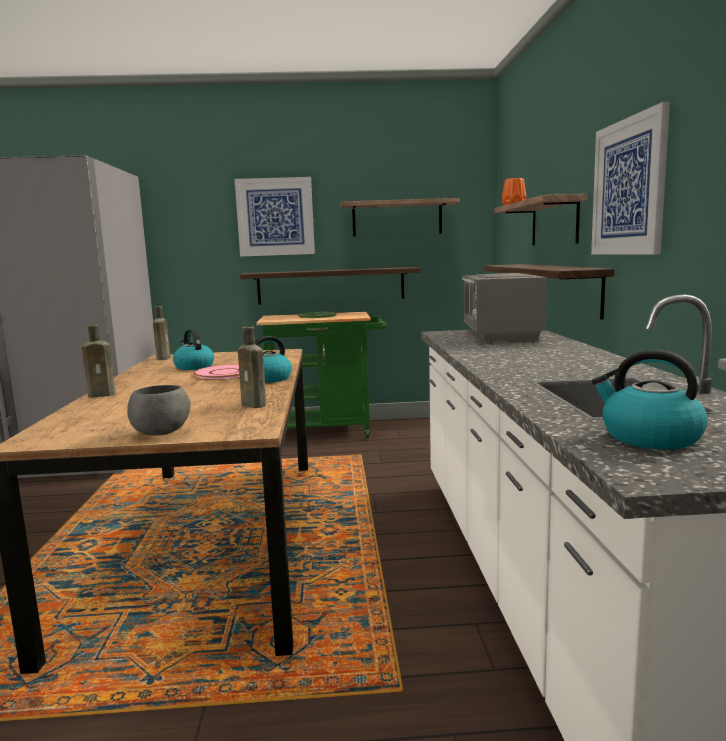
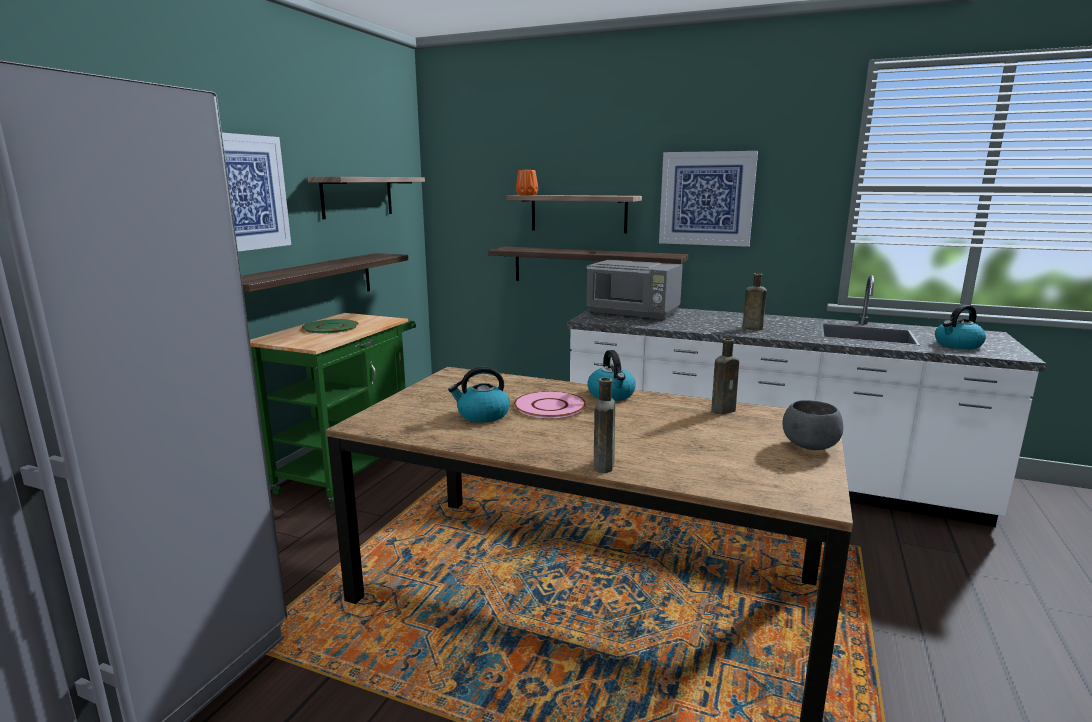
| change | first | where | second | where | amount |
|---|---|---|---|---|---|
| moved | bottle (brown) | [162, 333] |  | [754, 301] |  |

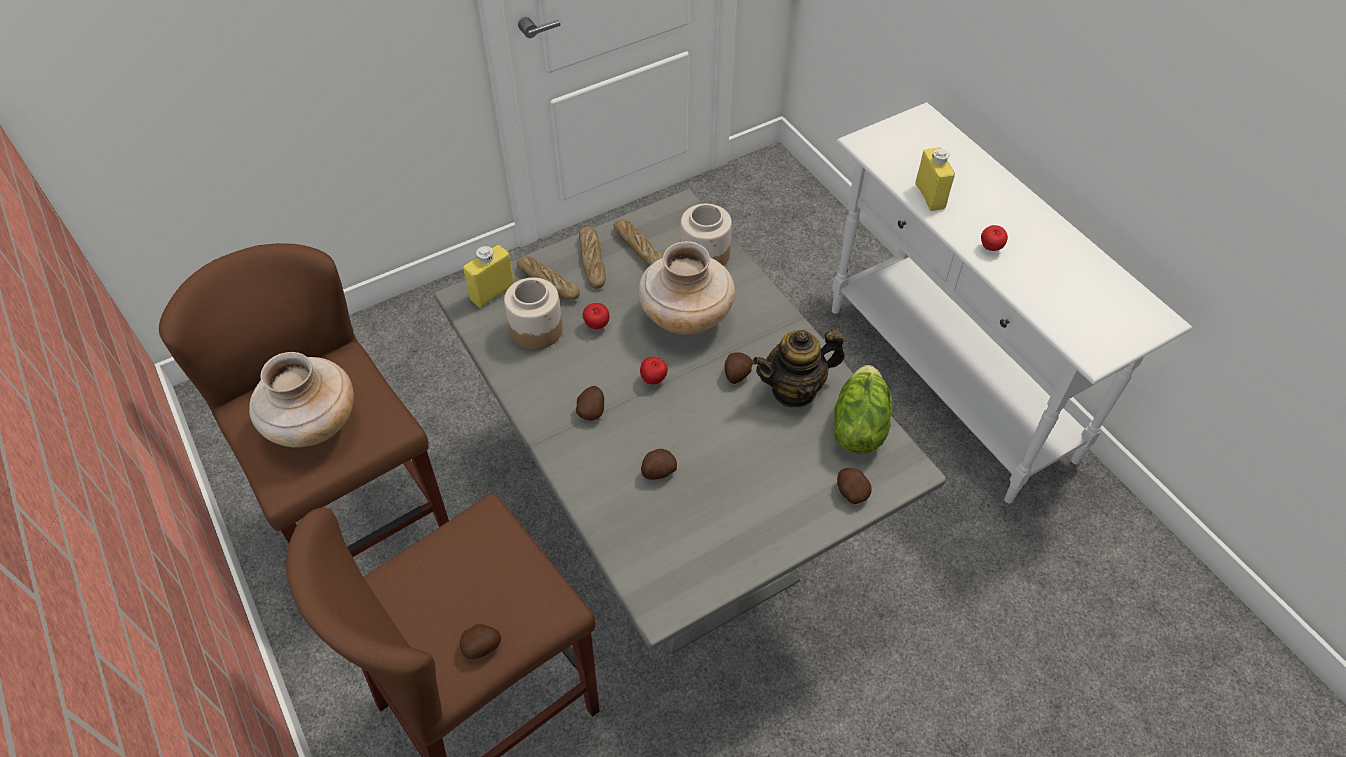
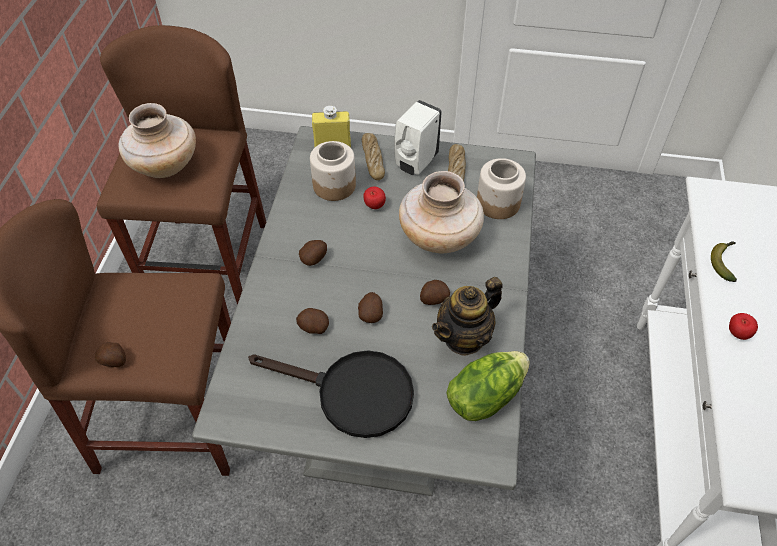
| change | first | where | second | where | amount |
|---|---|---|---|---|---|
| replaced | bread | [592, 257] | soap dispenser (white) | [418, 137] |  |
| removed | apple | [654, 371] |  |  |  |
| turned | teapot | [798, 368] |  | [467, 316] | 60 degrees counterclockwise |
| moved | potato | [854, 486] |  | [370, 307] |  |
| replaced | bottle (yellow) | [935, 179] | banana | [724, 261] |  |
| added |  |  | frying pan (black) | [331, 394] |  |

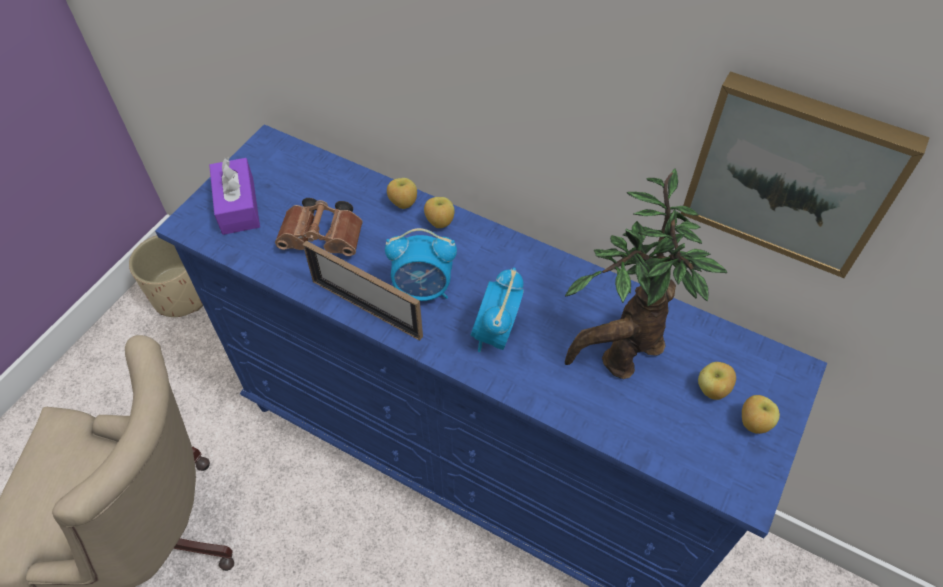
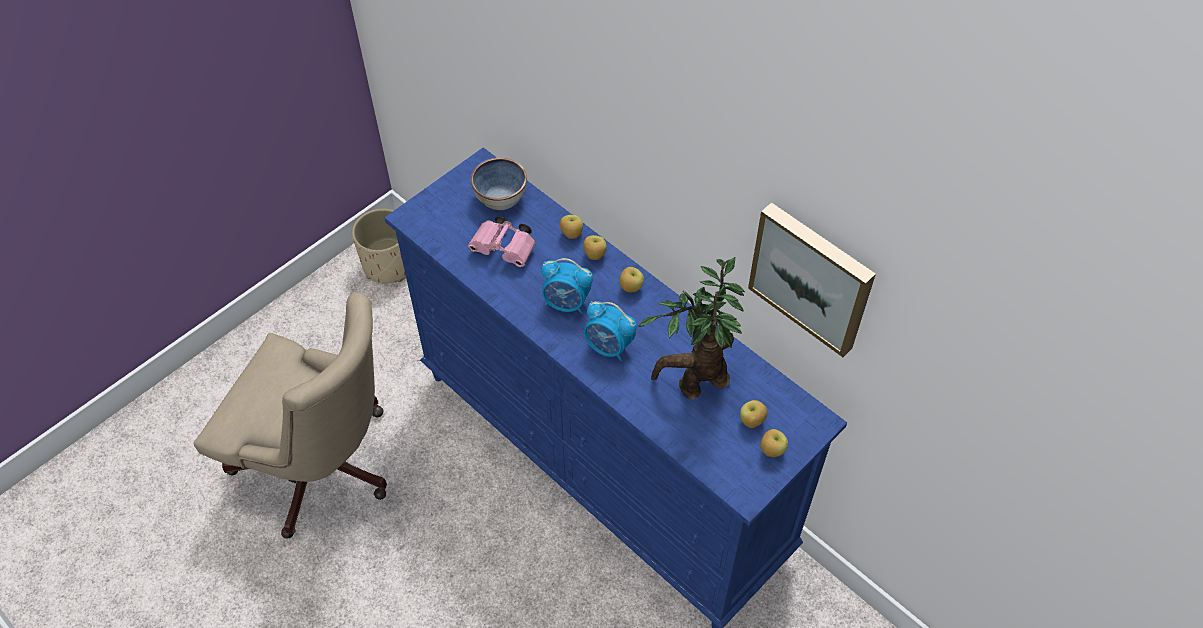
| change | first | where | second | where | amount |
|---|---|---|---|---|---|
| removed | tissue box (purple) | [234, 196] |  |  |  |
| recoloured | binoculars (brown) | [319, 227] | binoculars (pink) | [502, 241] |  |
| removed | picture frame | [363, 291] |  |  |  |
| turned | alarm clock | [497, 310] |  | [610, 331] | 90 degrees counterclockwise |
| added |  |  | bowl | [499, 184] |  |
| added |  |  | apple | [631, 280] |  |

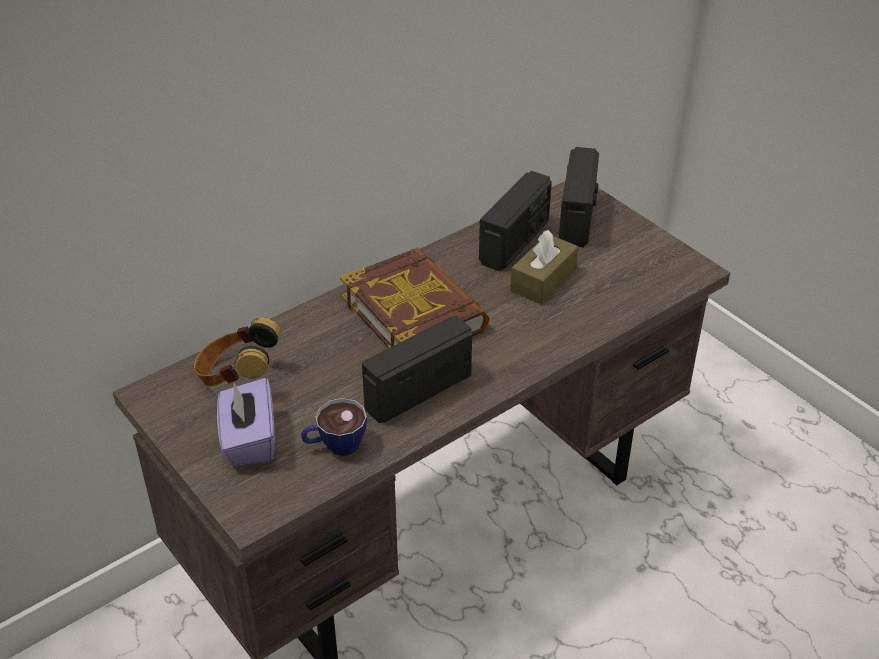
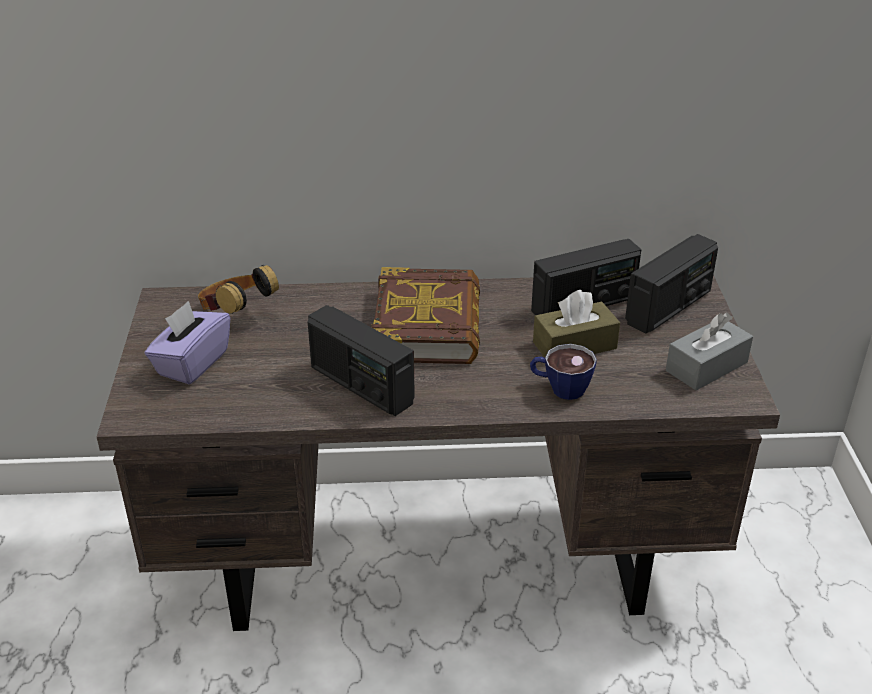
| change | first | where | second | where | amount |
|---|---|---|---|---|---|
| moved | cup | [334, 427] |  | [563, 372] |  |
| turned | radio | [417, 369] |  | [361, 360] | 135 degrees counterclockwise |
| added |  |  | tissue box (grey) | [709, 351] |  |

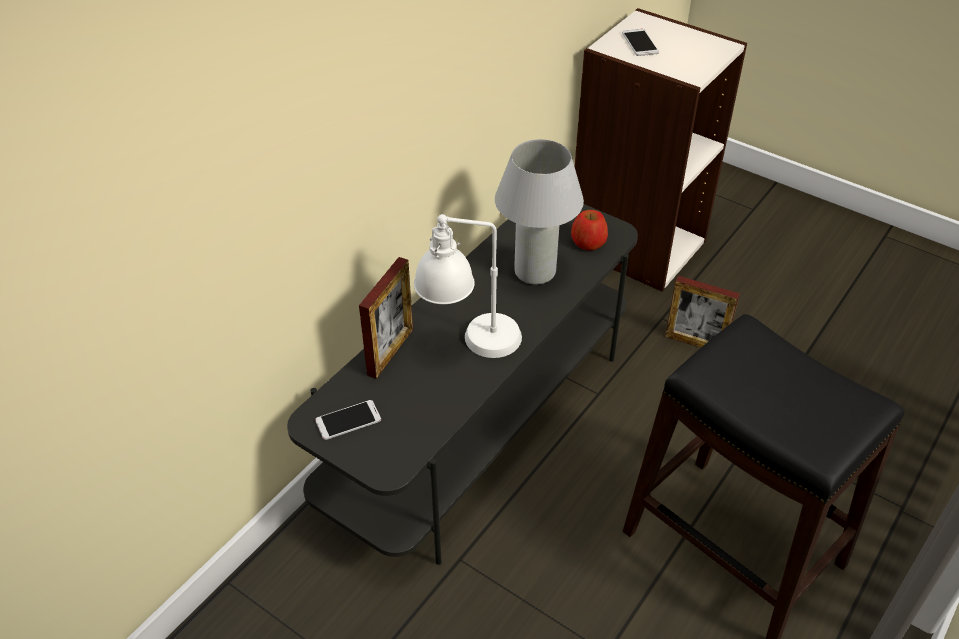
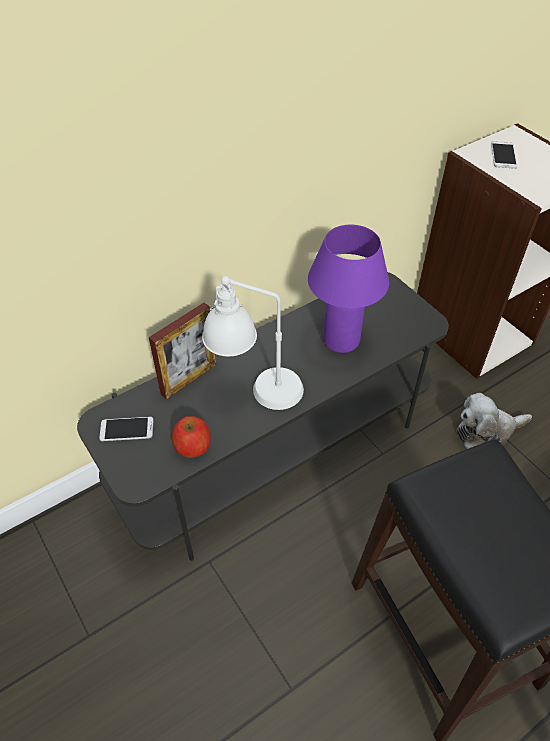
| change | first | where | second | where | amount |
|---|---|---|---|---|---|
| recoloured | table lamp (white) | [539, 212] | table lamp (purple) | [348, 289] |  |
| moved | apple | [589, 230] |  | [191, 437] |  |
| replaced | picture frame | [702, 312] | plush toy | [494, 421] |  |

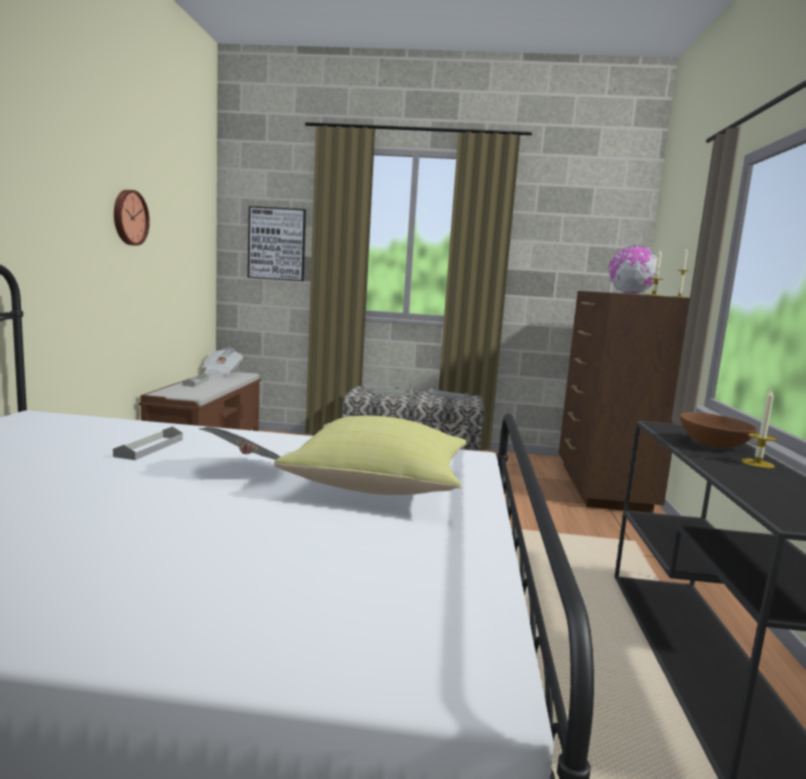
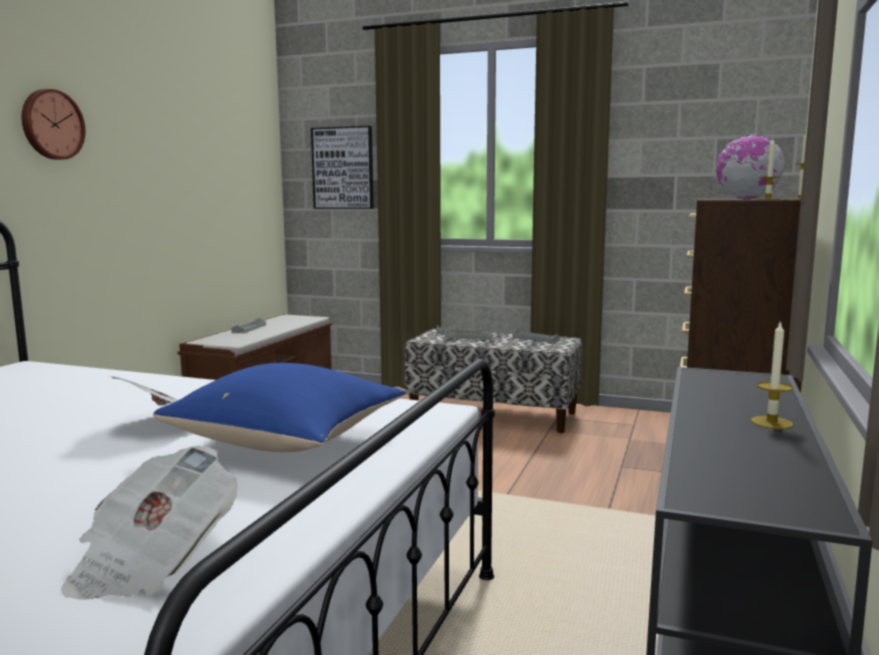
| change | first | where | second | where | amount |
|---|---|---|---|---|---|
| removed | tray (grey) | [148, 443] |  |  |  |
| moved | wall clock | [132, 218] |  | [54, 124] |  |
| moved | newspaper | [223, 362] |  | [149, 523] |  |
| recoloured | pillow (yellow) | [370, 455] | pillow (blue) | [279, 407] |  |
| removed | bowl (brown) | [718, 430] |  |  |  |

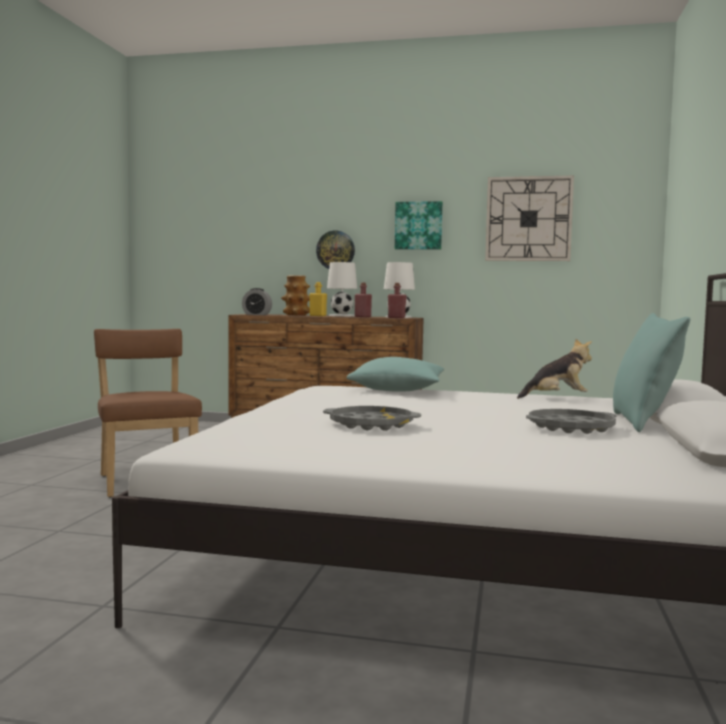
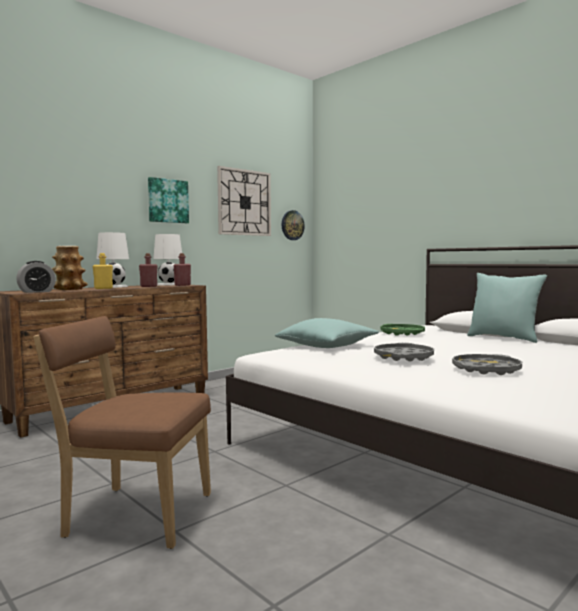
| change | first | where | second | where | amount |
|---|---|---|---|---|---|
| moved | wall clock | [335, 250] |  | [293, 225] |  |
| replaced | plush toy | [554, 369] | tray (green) | [403, 330] |  |
| moved | tray (grey) | [571, 421] |  | [404, 352] |  |

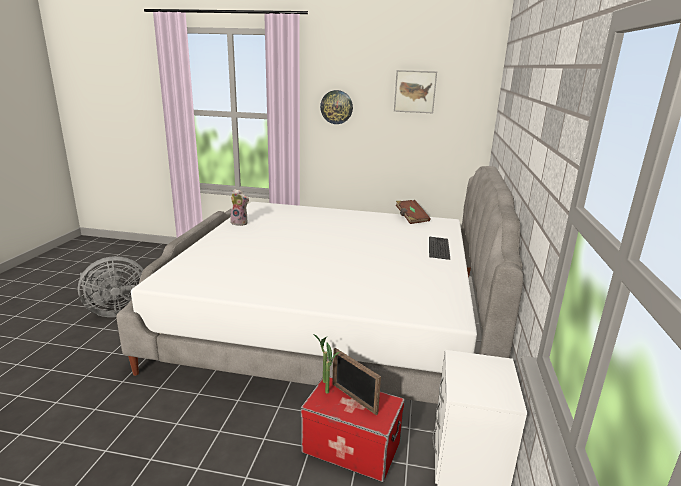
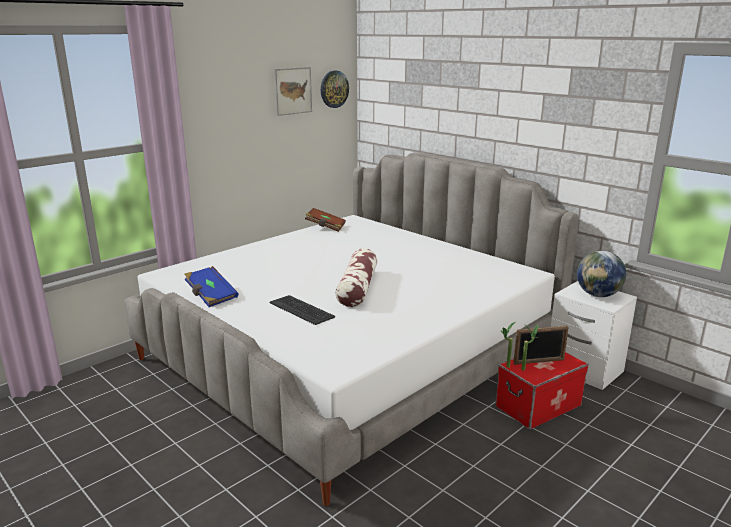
| change | first | where | second | where | amount |
|---|---|---|---|---|---|
| removed | fan (grey) | [111, 286] |  |  |  |
| replaced | plush toy | [239, 207] | book (blue) | [211, 286] |  |
| moved | wall clock | [336, 107] |  | [335, 89] |  |
| moved | keyboard | [439, 248] |  | [302, 310] |  |
| added |  |  | pillow | [356, 277] |  |
| added |  |  | globe | [601, 274] |  |

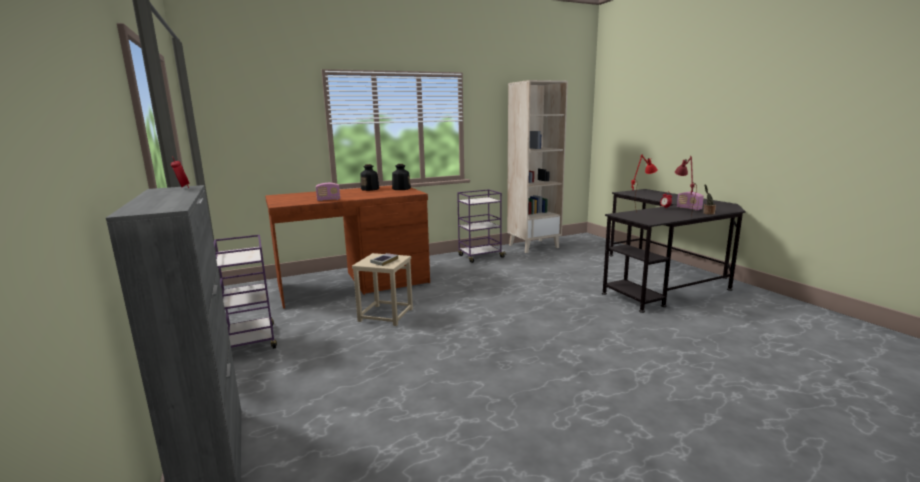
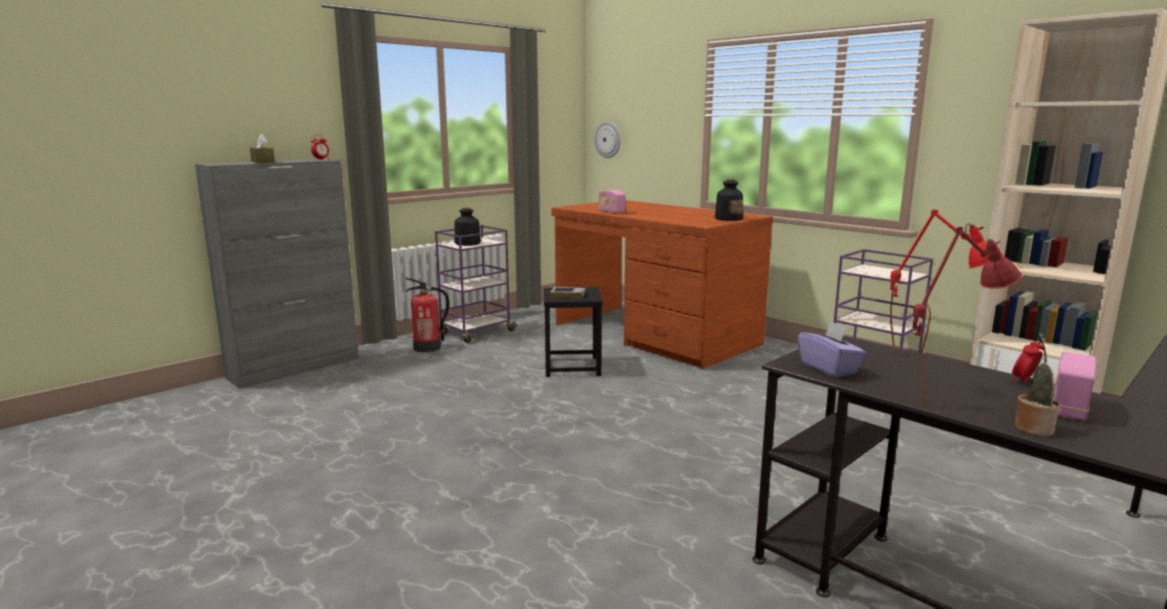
| change | first | where | second | where | amount |
|---|---|---|---|---|---|
| recoloured | stool (beige) | [382, 289] | stool (black) | [573, 332] |  |
| moved | bottle | [369, 177] |  | [467, 227] |  |
| added |  |  | tissue box (brown) | [262, 148] |  |
| added |  |  | fire extinguisher | [427, 315] |  |
| added |  |  | wall clock | [607, 139] |  |
| added |  |  | tissue box (purple) | [832, 349] |  |

